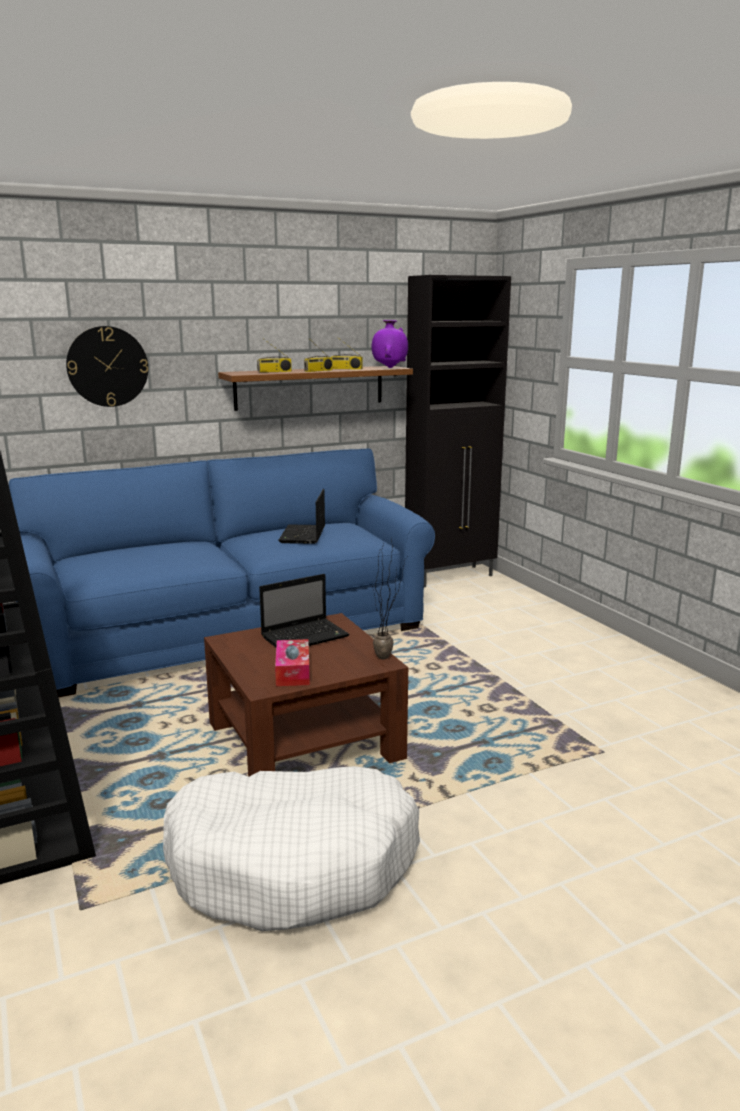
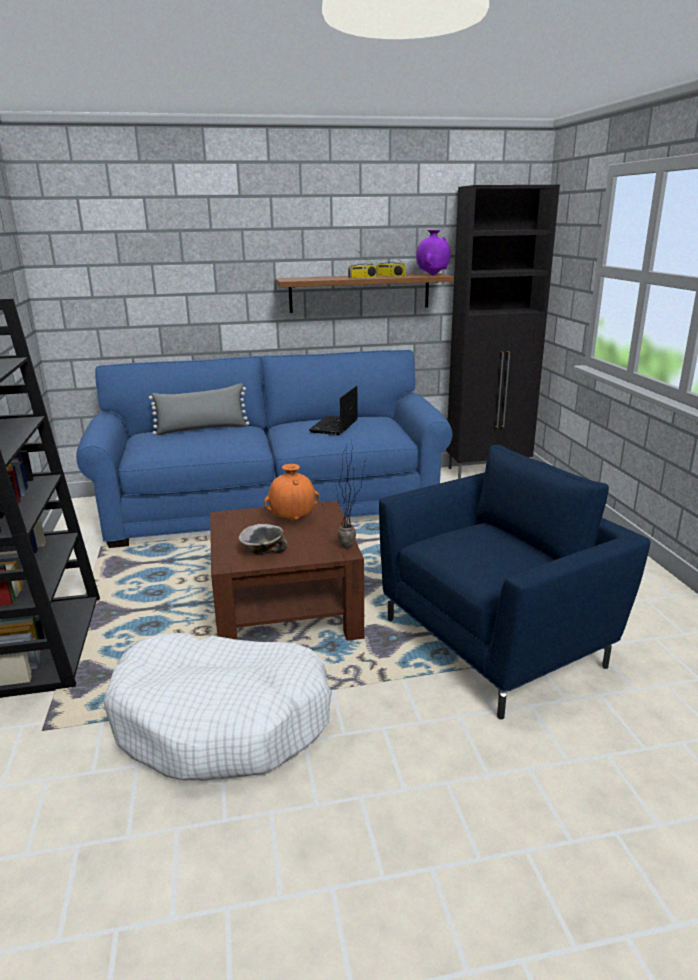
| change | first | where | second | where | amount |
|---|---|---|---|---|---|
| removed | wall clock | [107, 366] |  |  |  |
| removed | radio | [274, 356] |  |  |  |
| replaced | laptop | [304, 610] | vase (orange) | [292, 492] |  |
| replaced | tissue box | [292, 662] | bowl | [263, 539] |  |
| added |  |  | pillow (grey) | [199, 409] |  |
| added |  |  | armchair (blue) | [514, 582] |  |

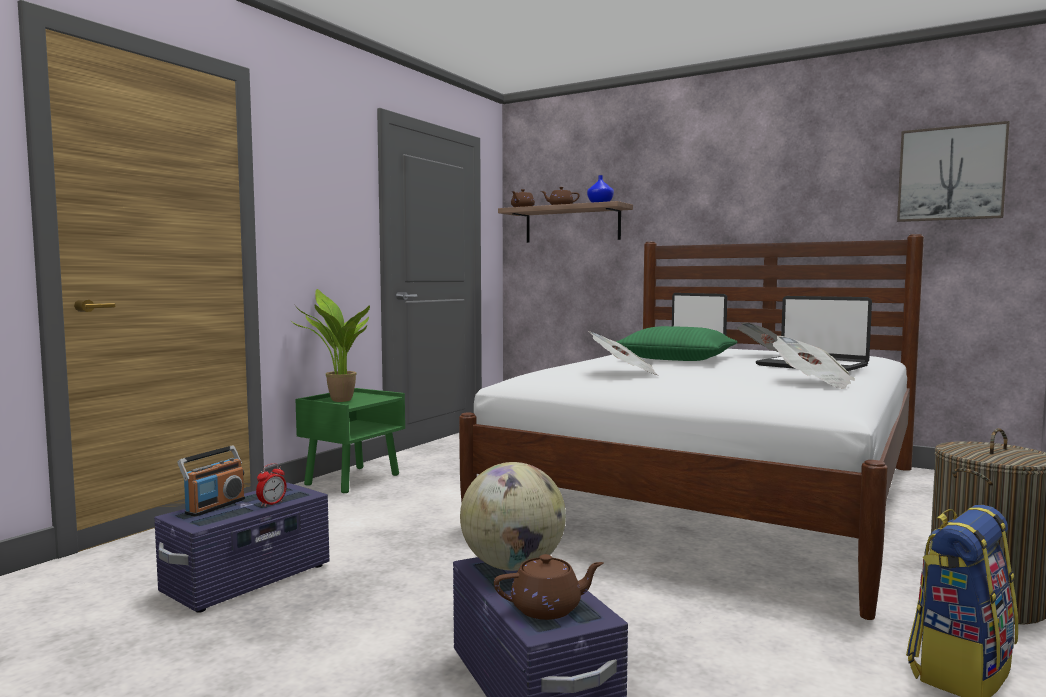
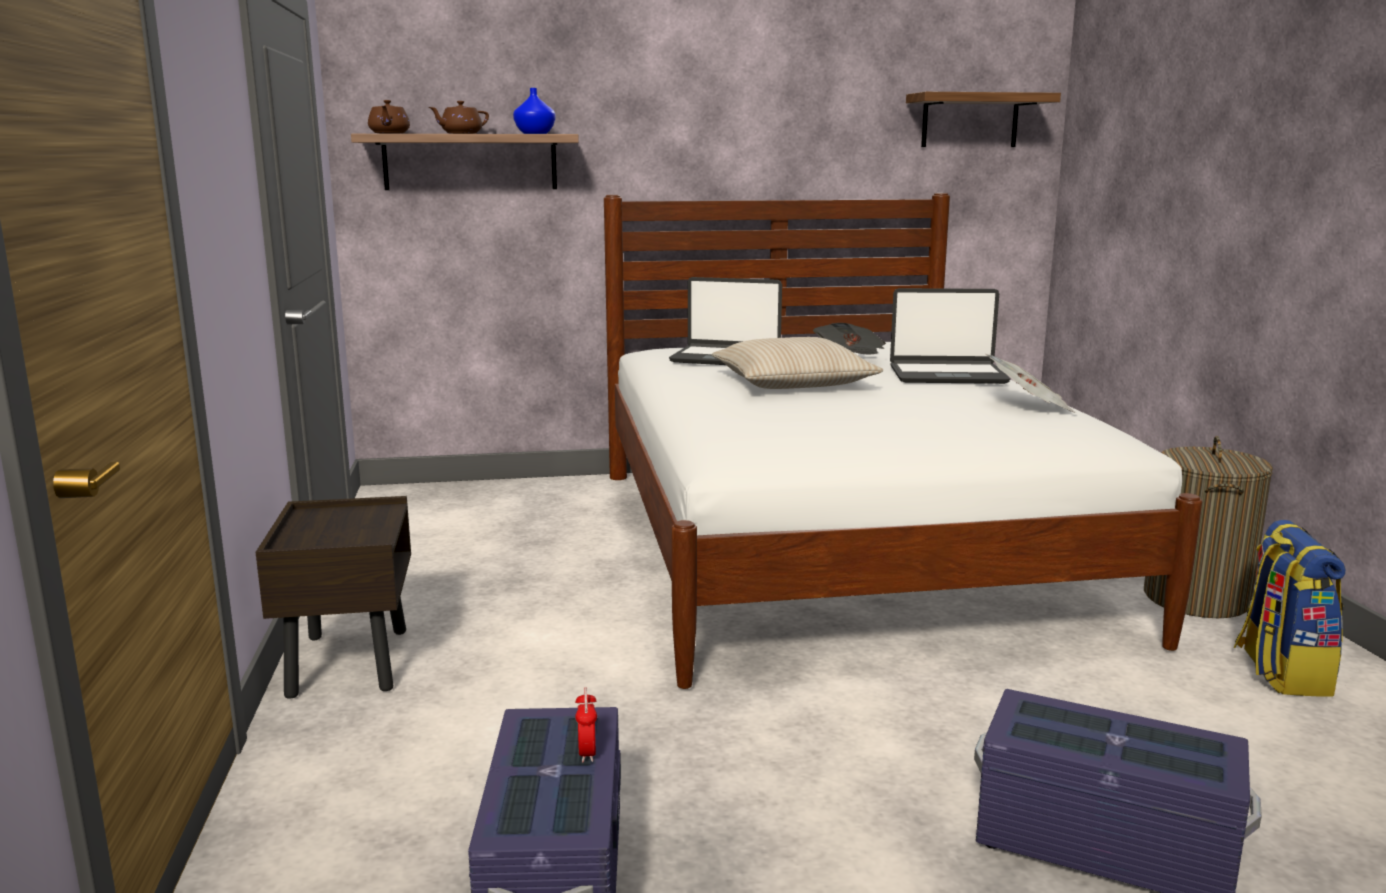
| change | first | where | second | where | amount |
|---|---|---|---|---|---|
| removed | radio | [211, 481] |  |  |  |
| removed | potted plant | [330, 345] |  |  |  |
| recoloured | nightstand (green) | [350, 440] | nightstand (brown) | [333, 597] |  |
| removed | globe | [513, 516] |  |  |  |
| removed | teapot (brown) | [548, 587] |  |  |  |
| removed | newspaper | [622, 353] |  |  |  |
| recoloured | pillow (green) | [677, 343] | pillow (beige) | [797, 363] |  |
| replaced | picture | [953, 171] | shelf | [983, 119] |  |

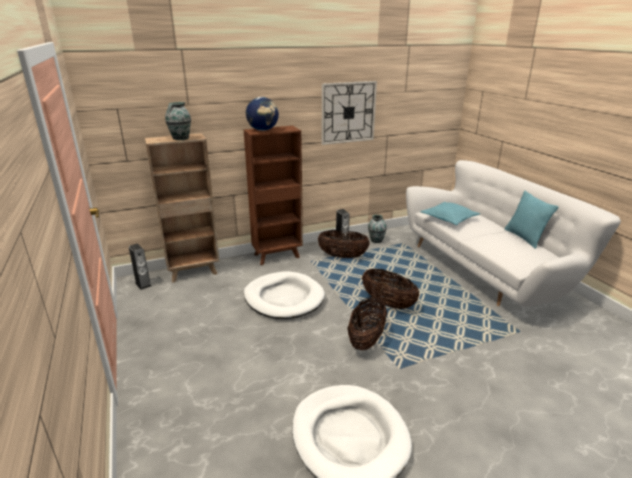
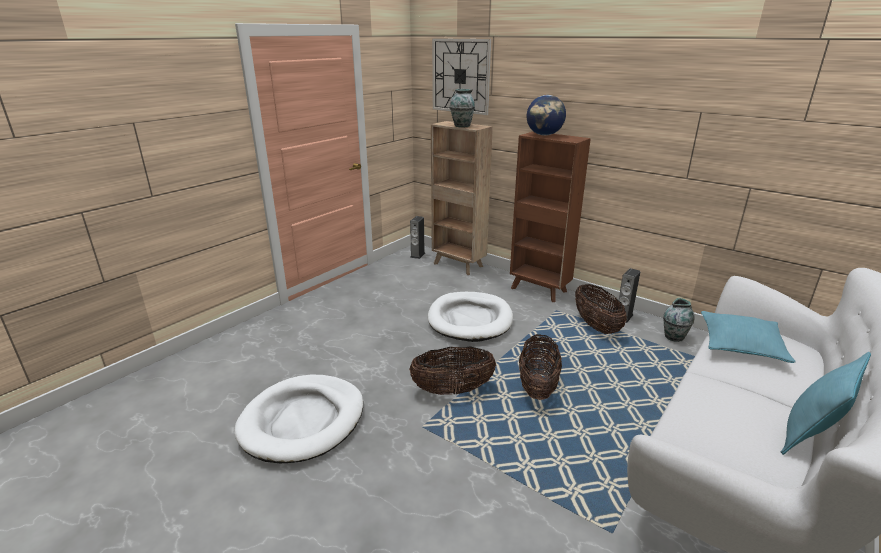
| change | first | where | second | where | amount |
|---|---|---|---|---|---|
| moved | wall clock | [349, 113] |  | [461, 76] |  |

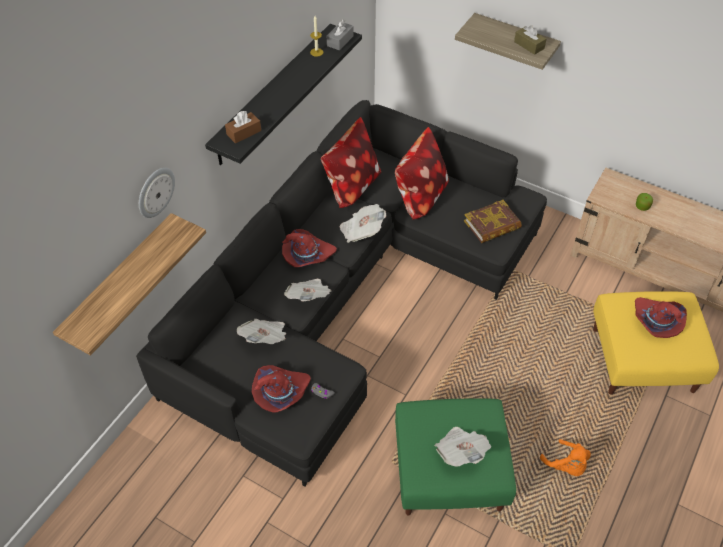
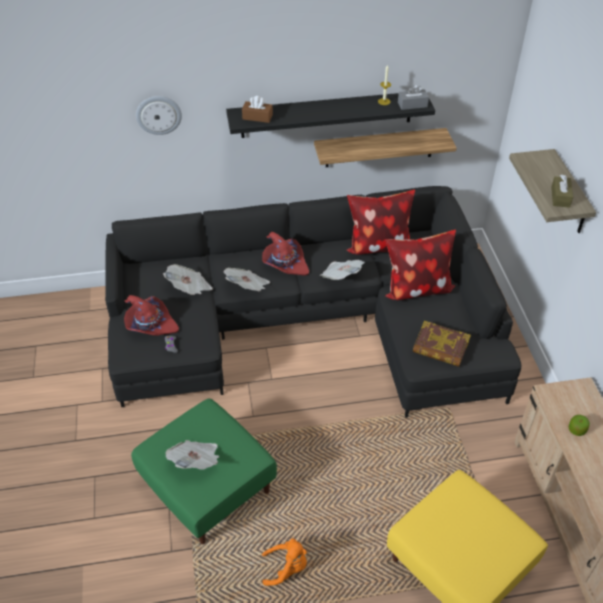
| change | first | where | second | where | amount |
|---|---|---|---|---|---|
| moved | shelf | [129, 284] |  | [385, 147] |  |
| turned | plush toy (orange) | [565, 457] |  | [284, 562] | 105 degrees counterclockwise |
| removed | hat (red) | [661, 317] |  |  |  |

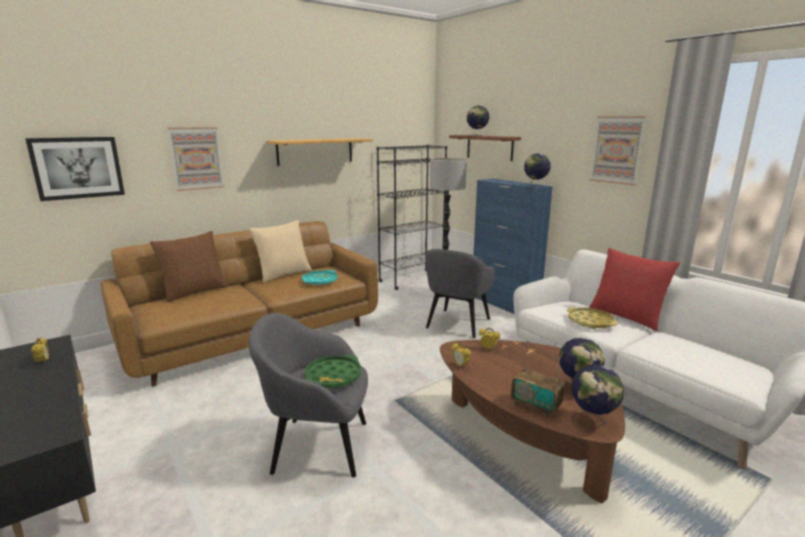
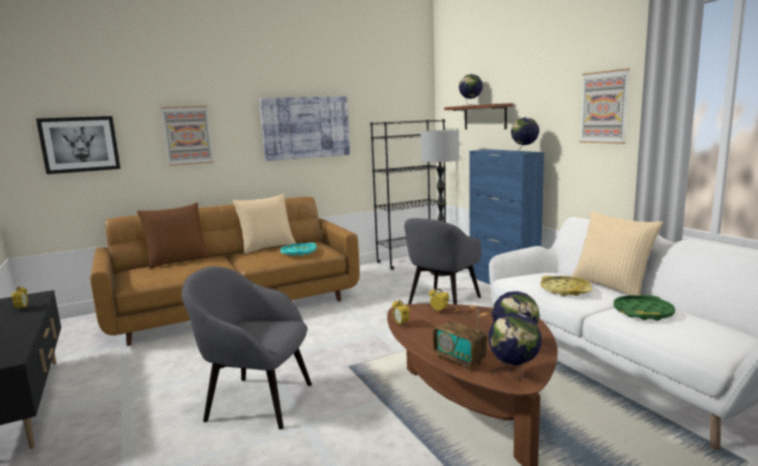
| change | first | where | second | where | amount |
|---|---|---|---|---|---|
| replaced | shelf | [319, 152] | picture | [304, 128] |  |
| moved | tray (green) | [332, 372] |  | [644, 308] |  |
| recoloured | pillow (red) | [634, 289] | pillow (beige) | [617, 253] |  |

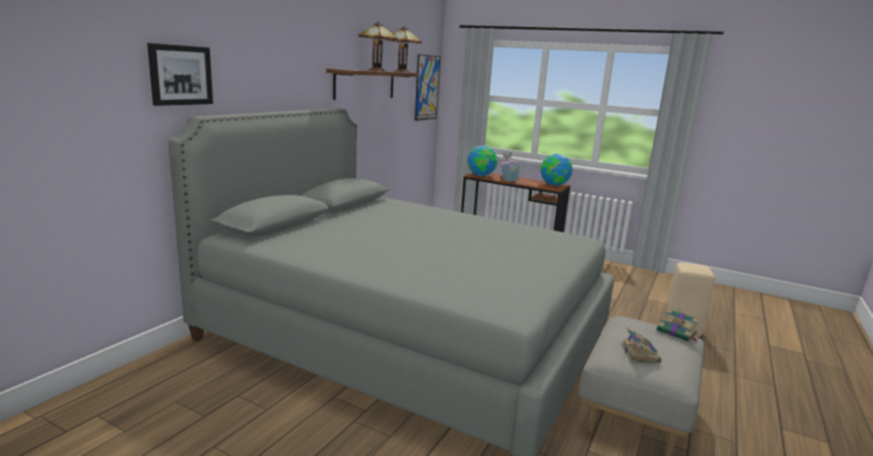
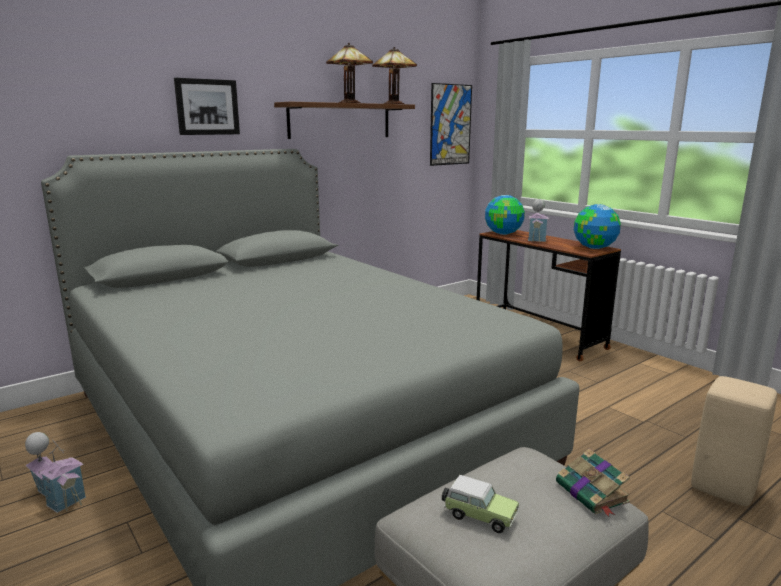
| change | first | where | second | where | amount |
|---|---|---|---|---|---|
| moved | picture | [180, 74] |  | [207, 106] |  |
| replaced | book | [641, 346] | toy car | [480, 504] |  |
| added |  |  | toy house | [55, 472] |  |

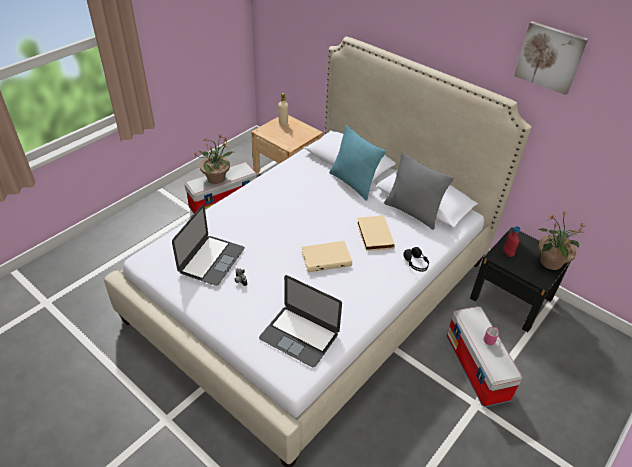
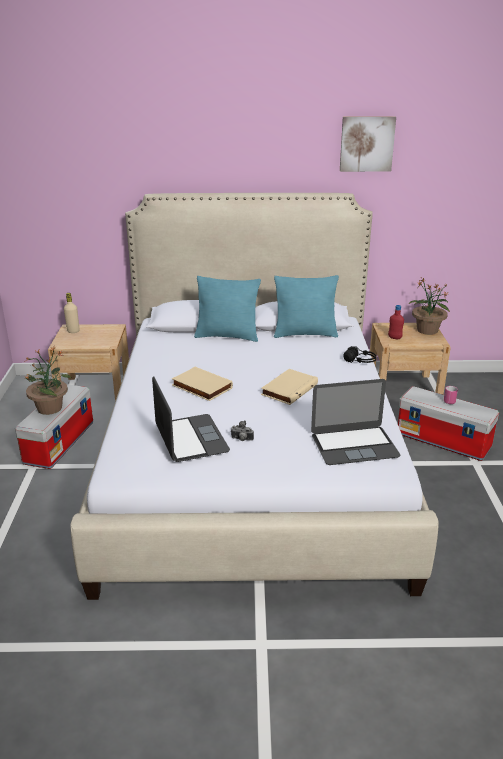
| change | first | where | second | where | amount |
|---|---|---|---|---|---|
| moved | book (beige) | [376, 233] |  | [202, 384] |  |
| recoloured | pillow (grey) | [419, 191] | pillow (turquoise) | [306, 306] |  |
| recoloured | nightstand (black) | [520, 279] | nightstand (beige) | [410, 359] |  |

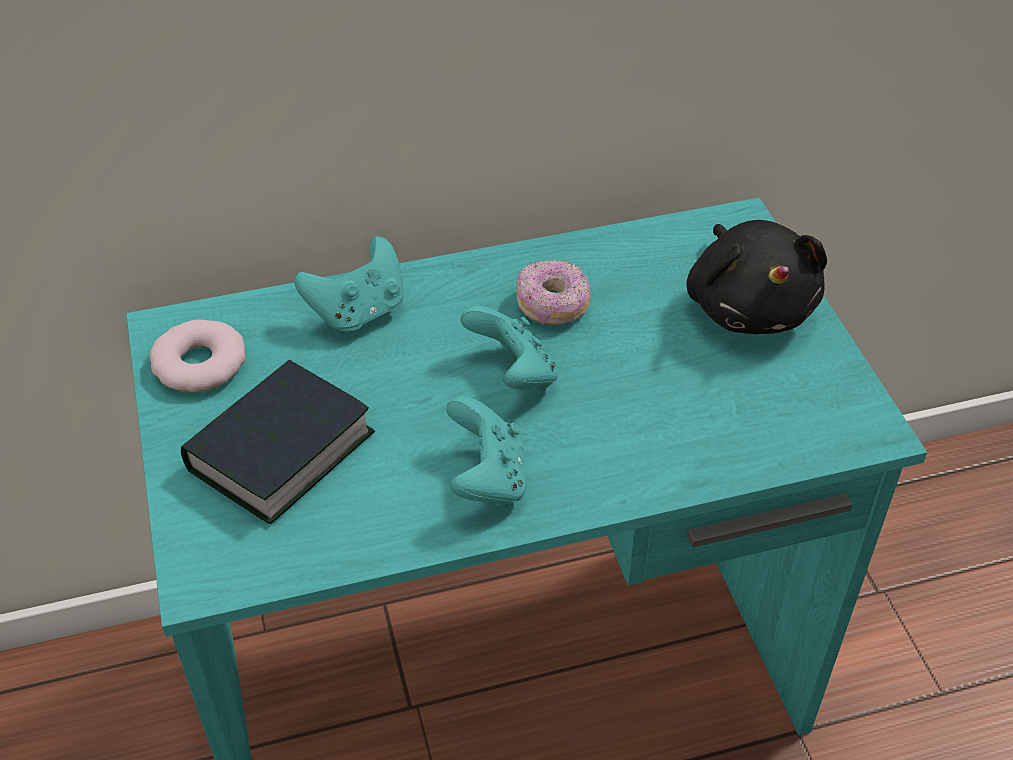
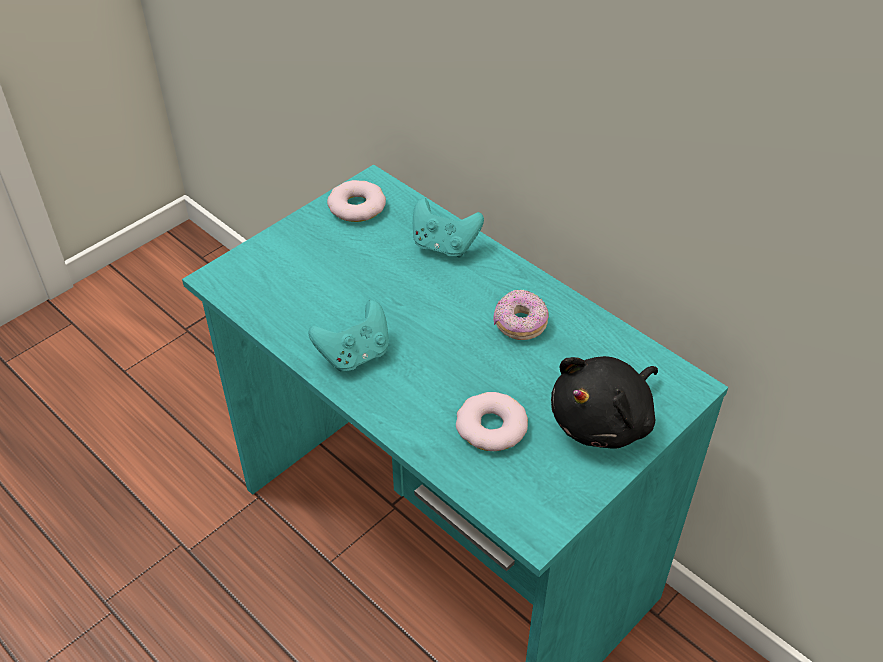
| change | first | where | second | where | amount |
|---|---|---|---|---|---|
| removed | book | [278, 442] |  |  |  |
| removed | game controller (turquoise) | [509, 348] |  |  |  |
| added |  |  | donut | [492, 421] |  |

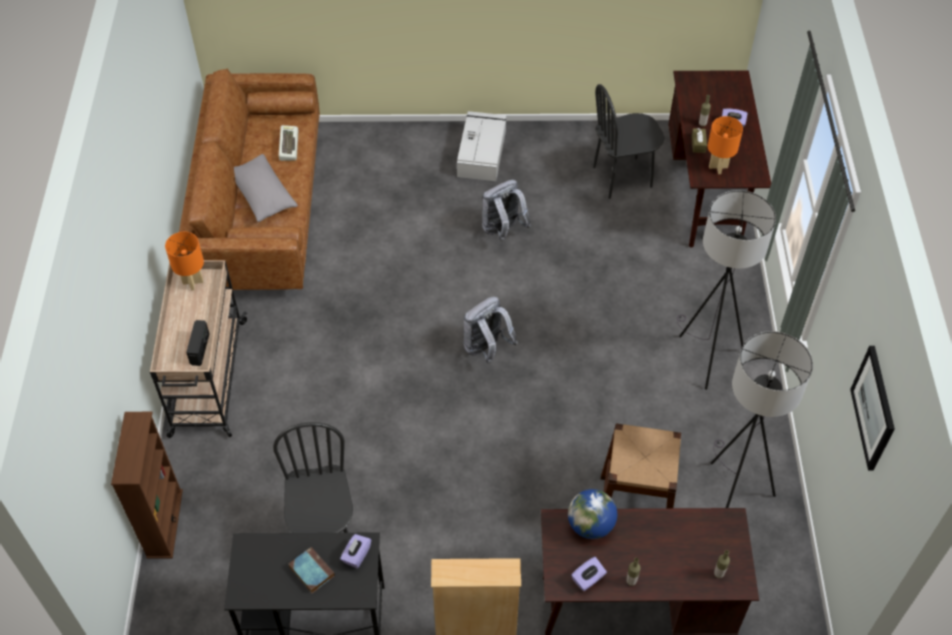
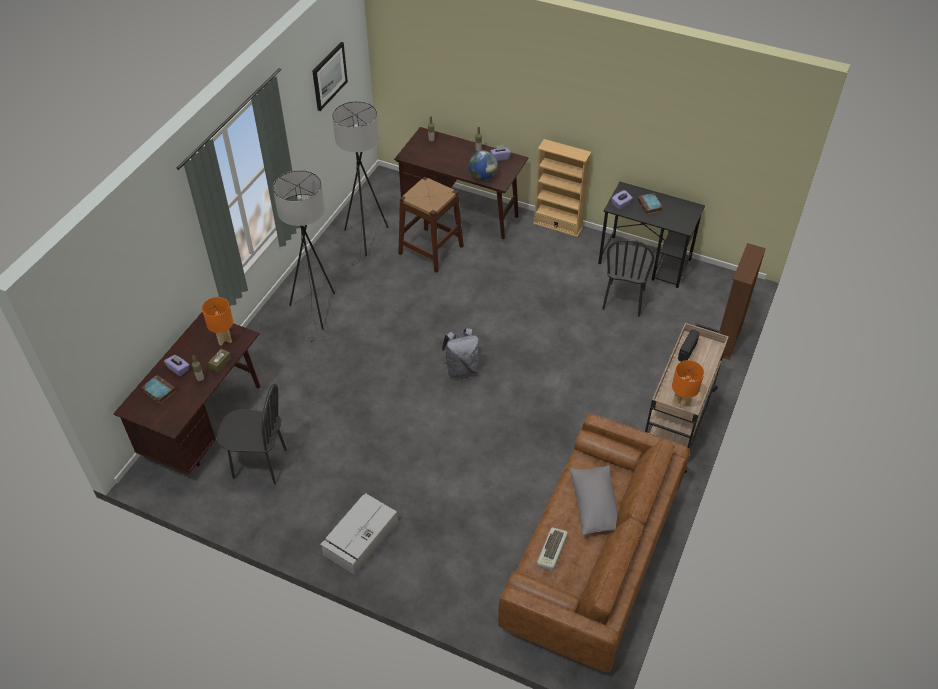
| change | first | where | second | where | amount |
|---|---|---|---|---|---|
| removed | backpack (grey) | [507, 211] |  |  |  |
| added |  |  | book | [159, 389] |  |

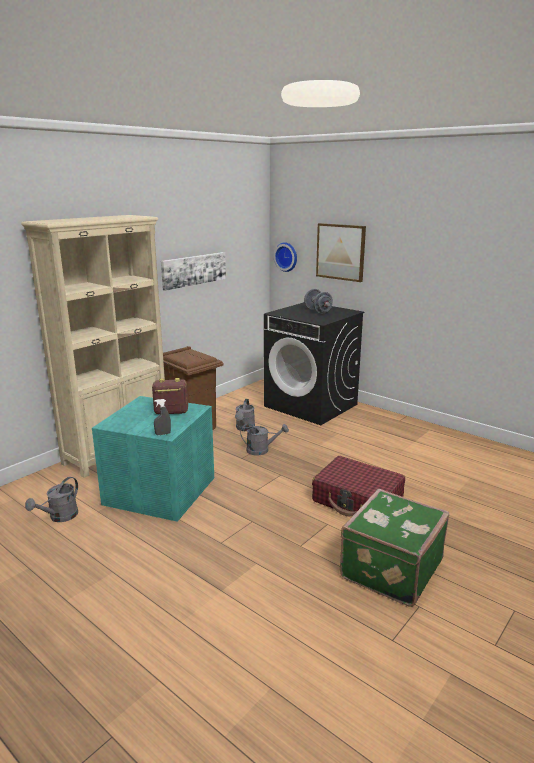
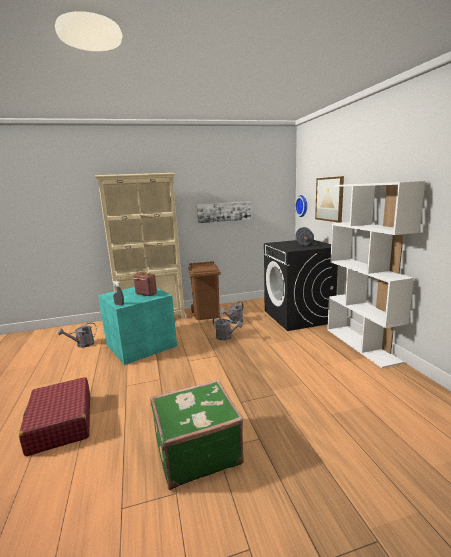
| change | first | where | second | where | amount |
|---|---|---|---|---|---|
| moved | suitcase (red) | [358, 486] |  | [54, 416] |  |
| added |  |  | bookcase (white) | [376, 274] |  |

